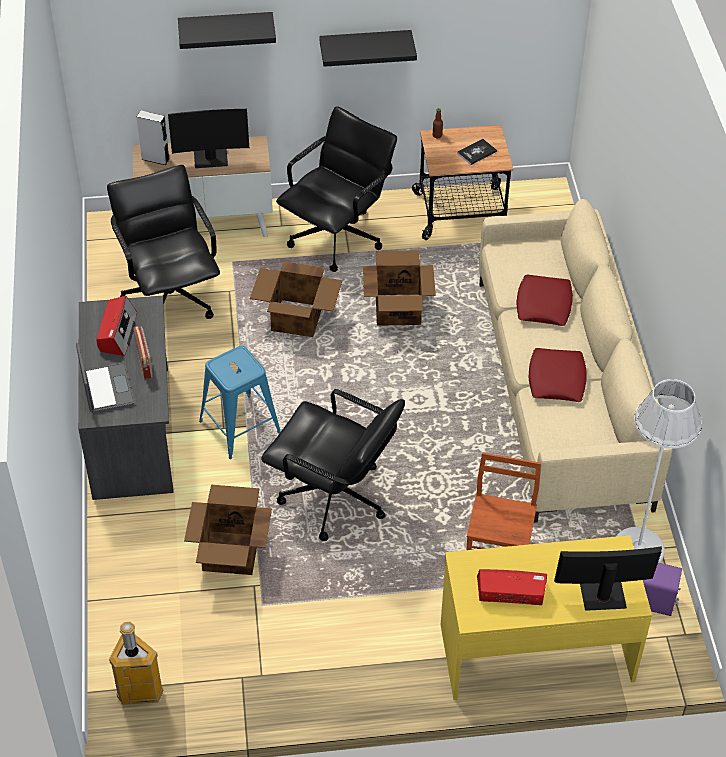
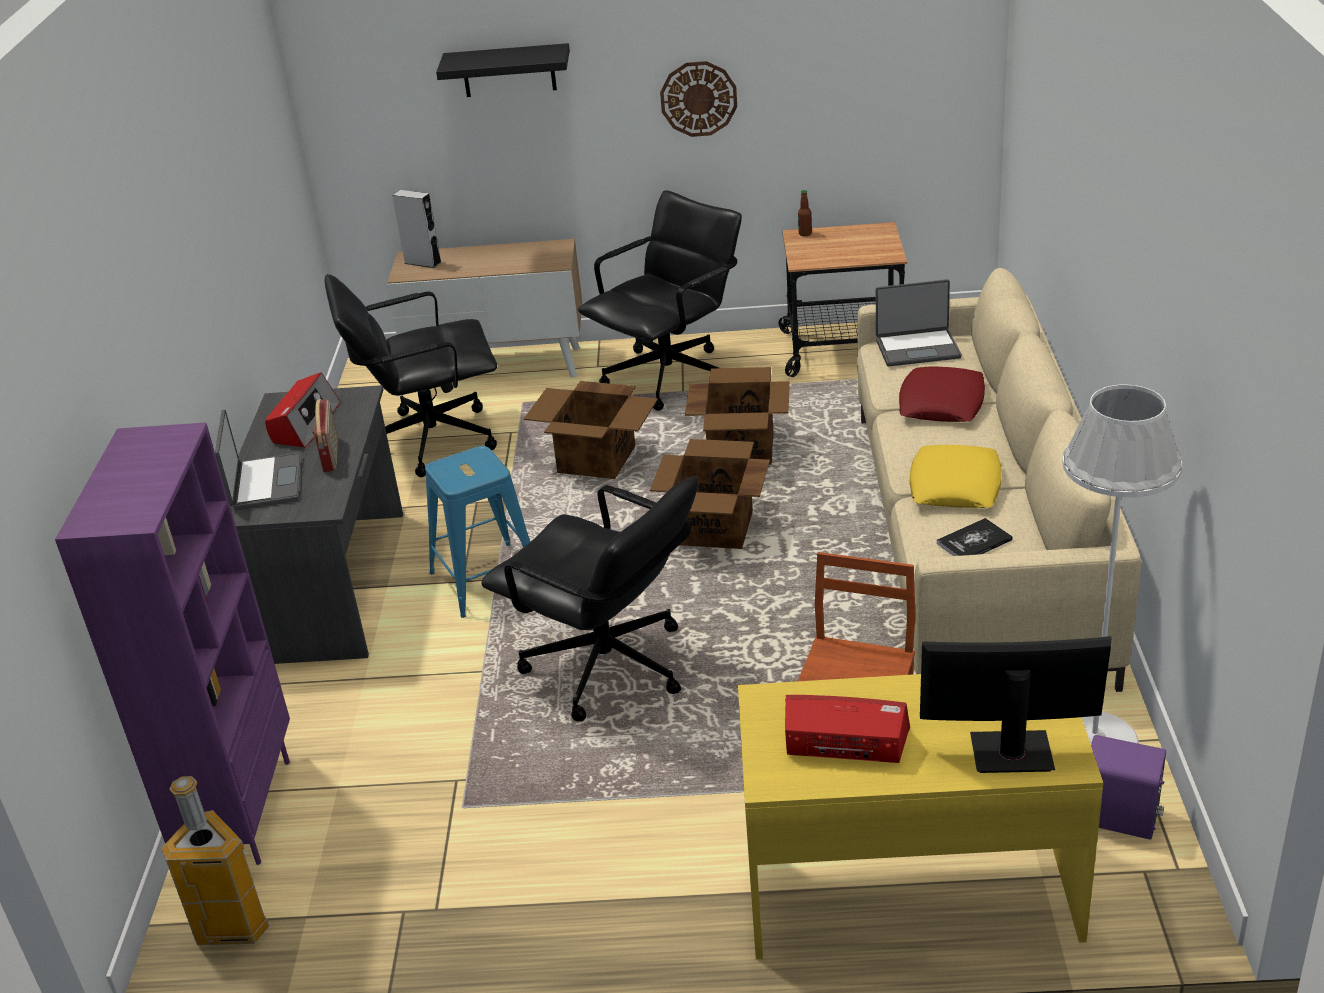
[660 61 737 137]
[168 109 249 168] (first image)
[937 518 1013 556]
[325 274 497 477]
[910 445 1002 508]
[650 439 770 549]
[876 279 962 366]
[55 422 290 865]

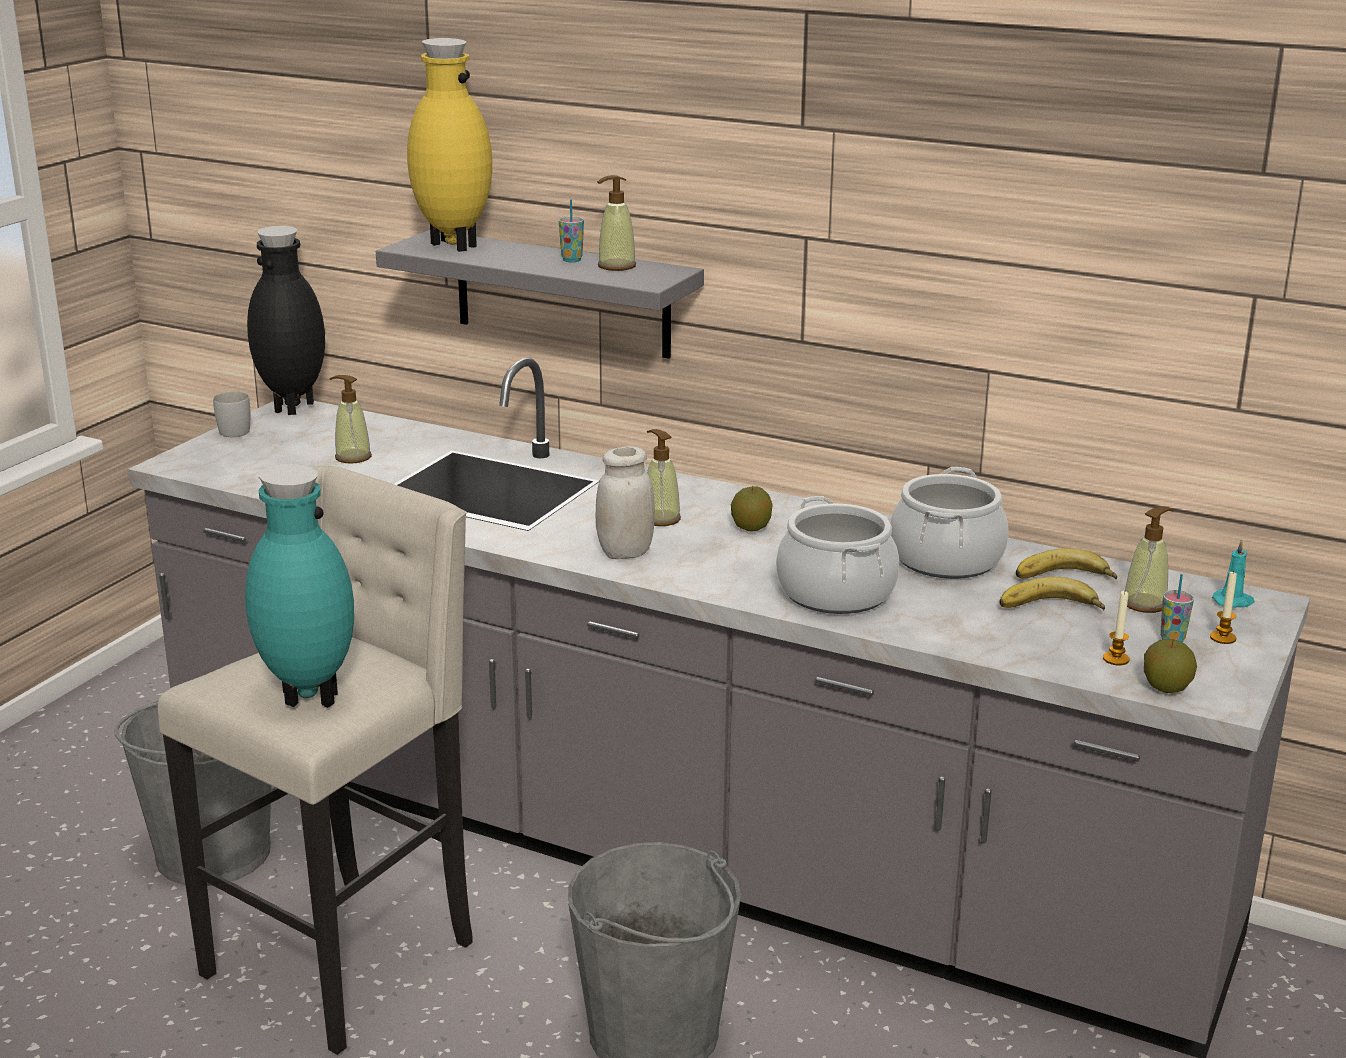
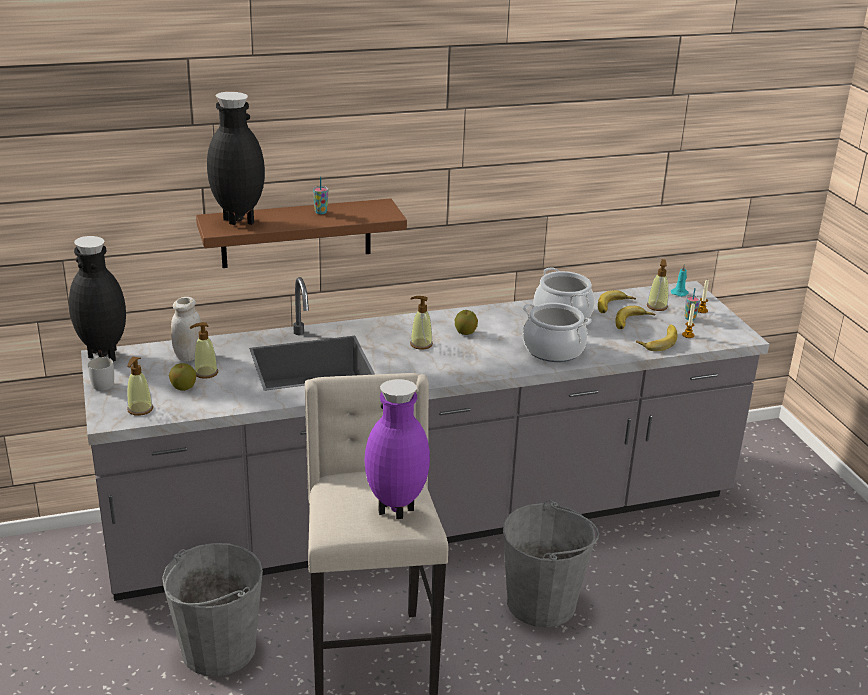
[207 92 265 225]
[127 357 153 416]
[196 199 407 268]
[171 297 201 362]
[365 379 430 519]
[169 363 196 391]
[636 325 677 351]

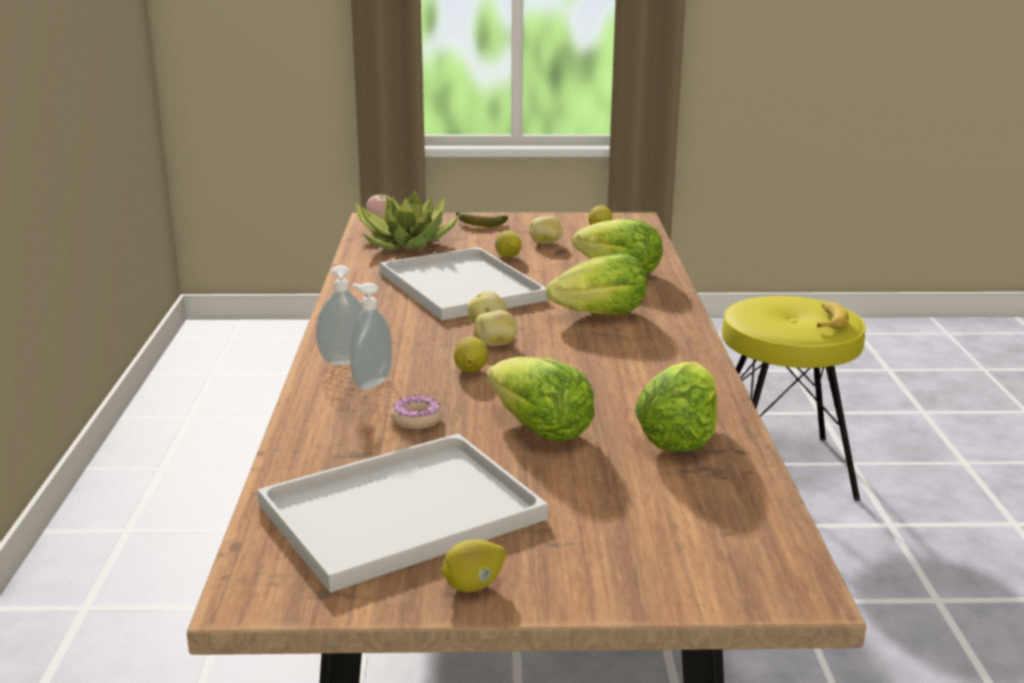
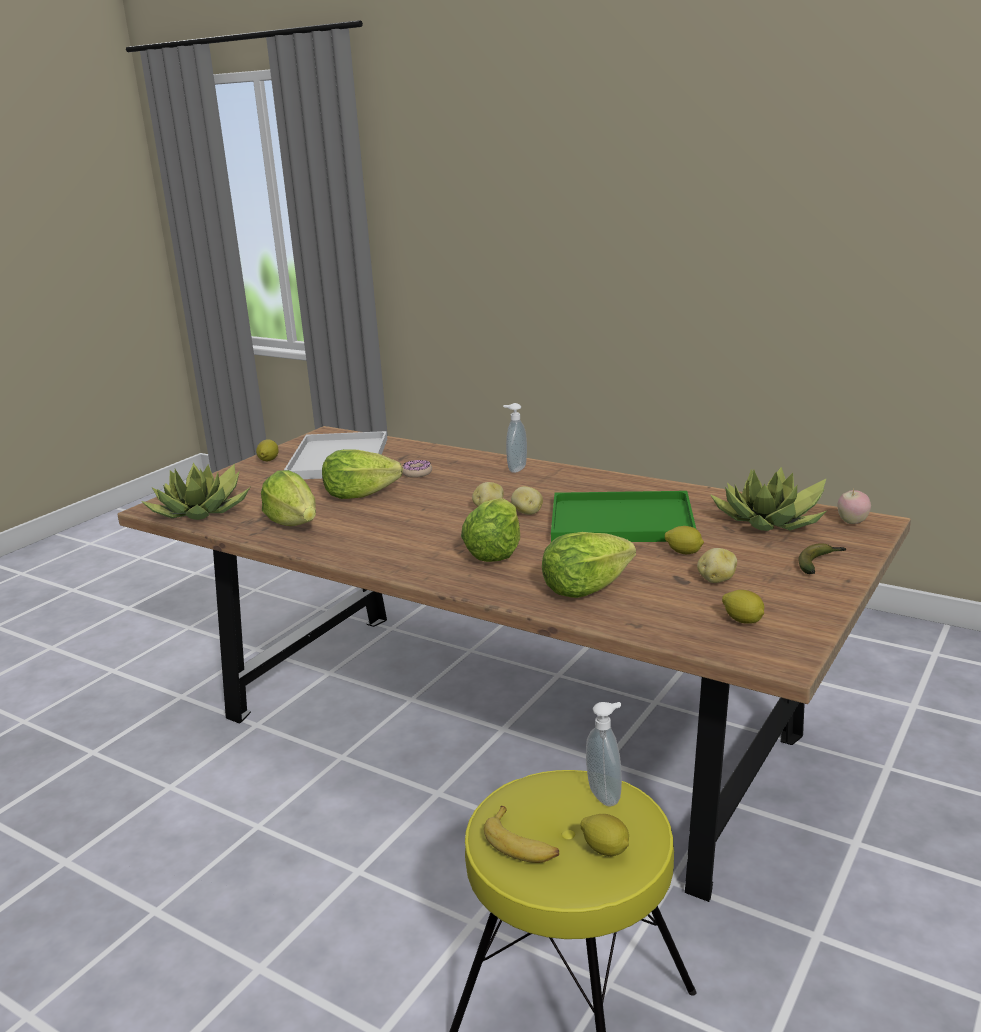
[551 491 696 542]
[586 702 622 806]
[580 814 629 856]
[141 463 250 520]

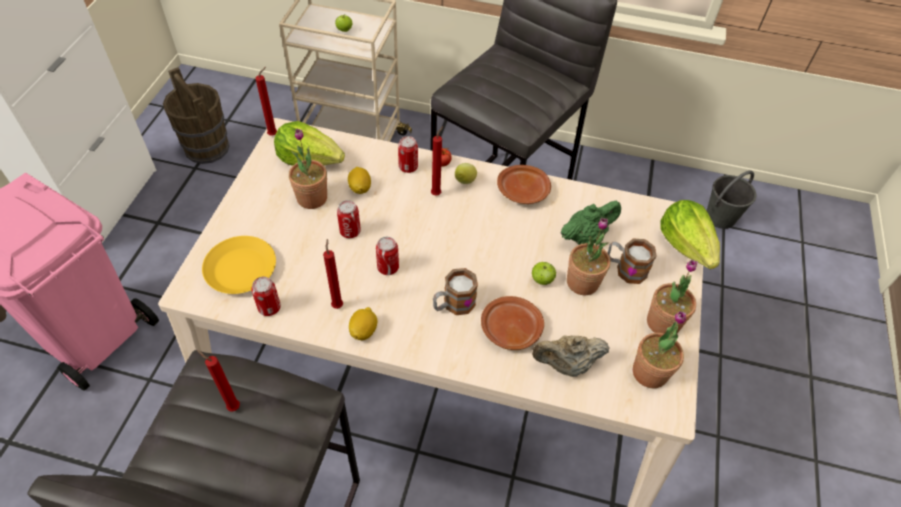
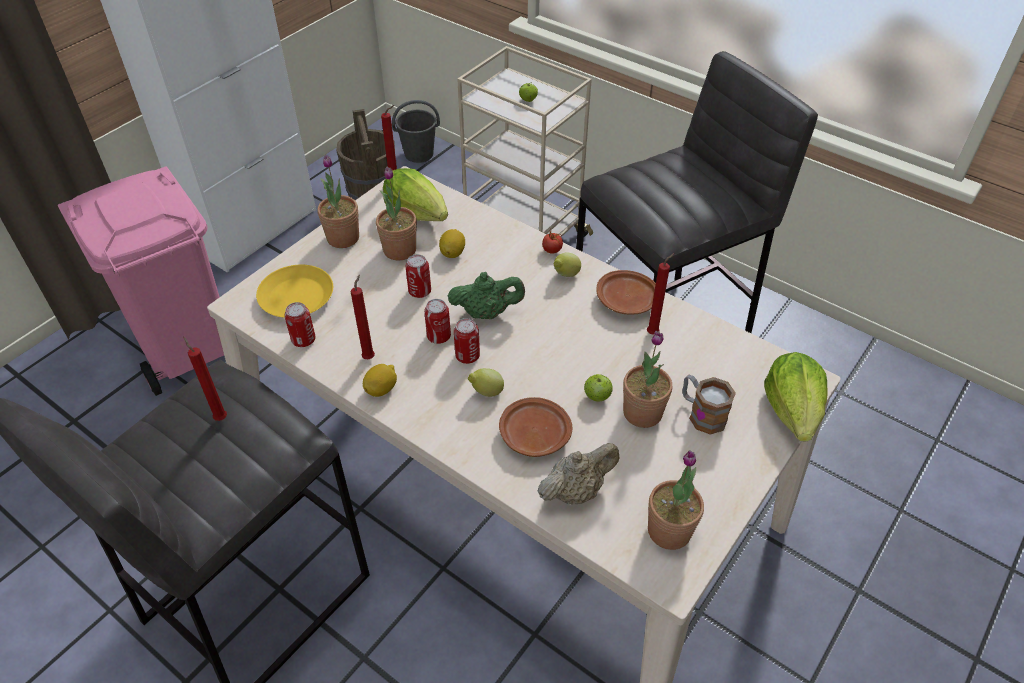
[647 253 675 335]
[454 318 480 364]
[392 100 440 163]
[447 272 525 319]
[317 155 359 248]
[468 368 504 397]
[537 443 620 505]

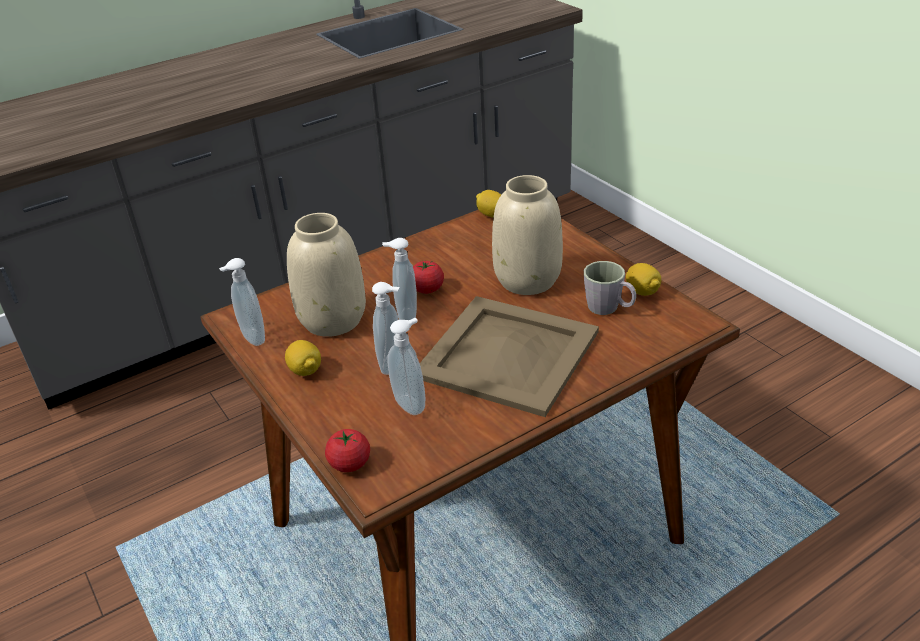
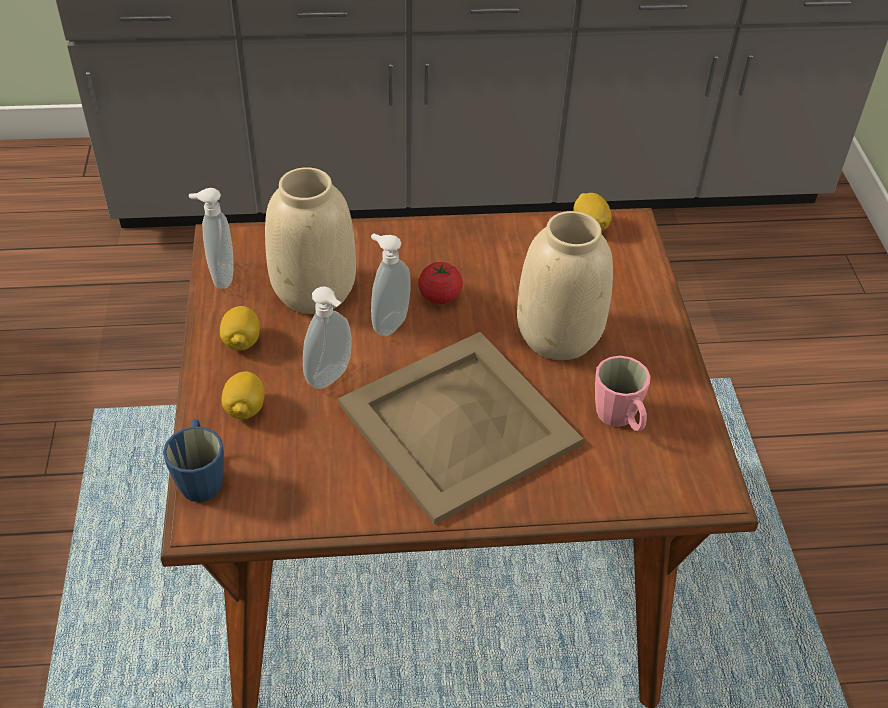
[595 356 651 431]
[222 371 264 419]
[388 318 425 415] (first image)
[163 419 224 502]

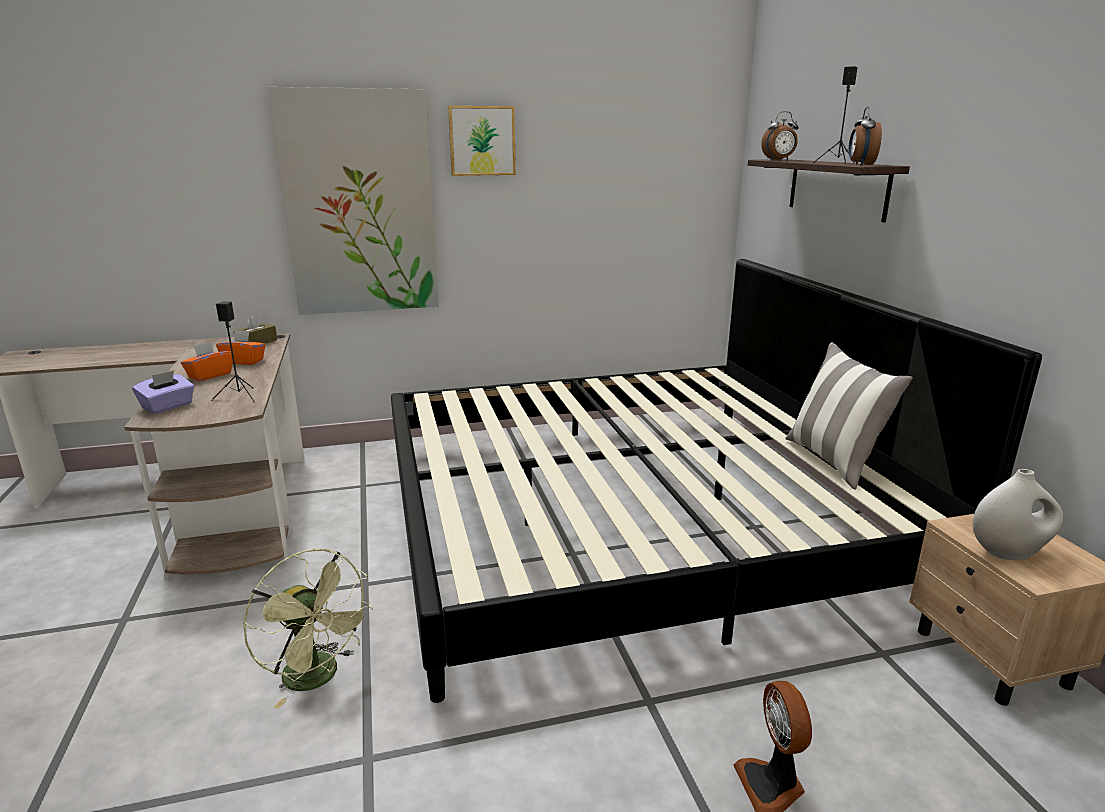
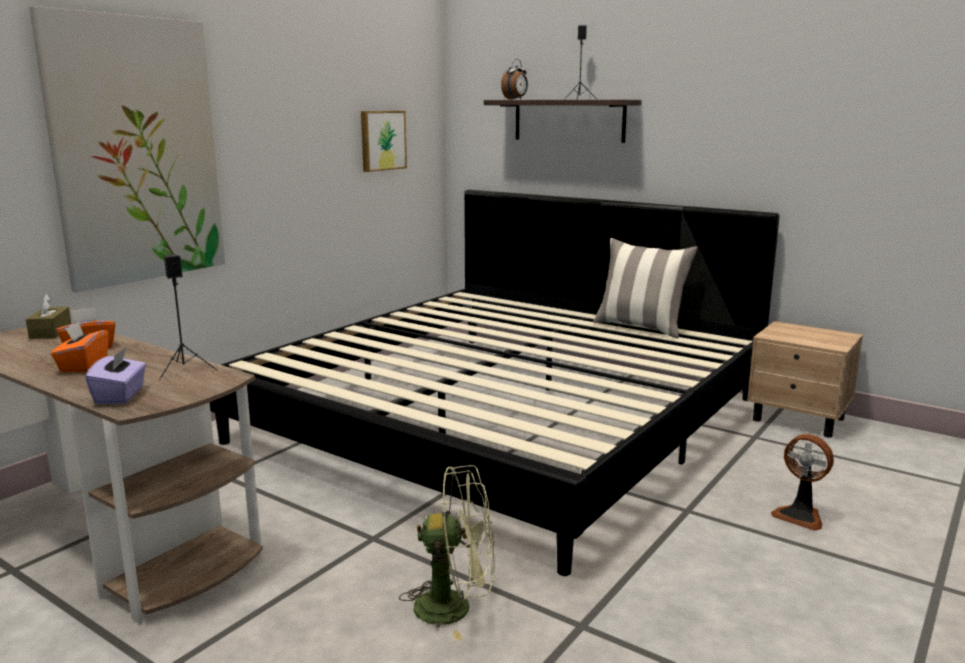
[361 111 407 172]
[848 107 882 165] (first image)
[973 469 1063 560] (first image)

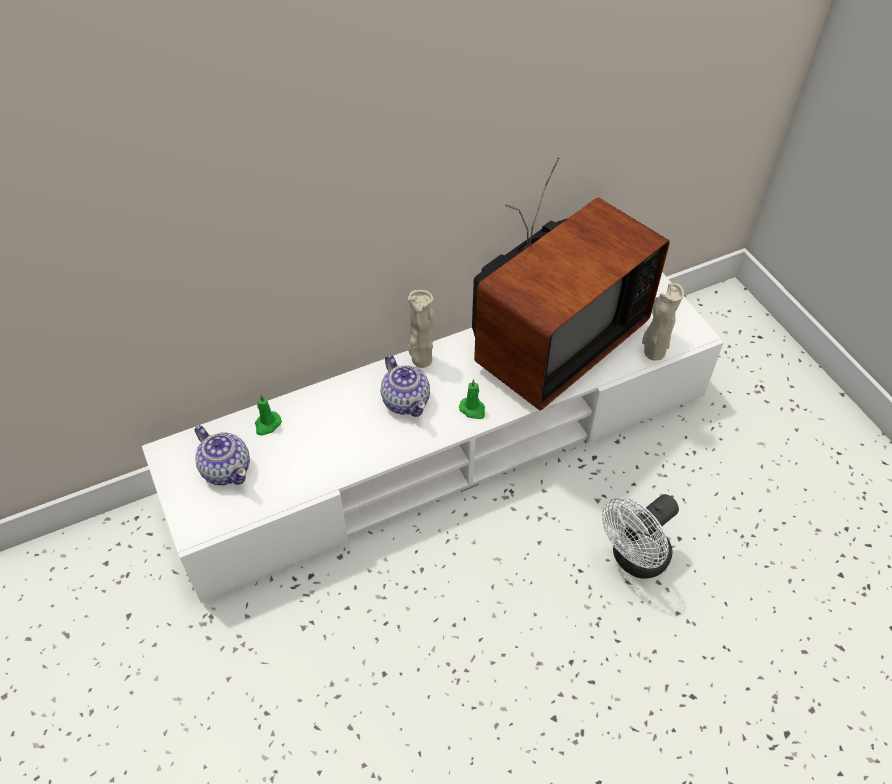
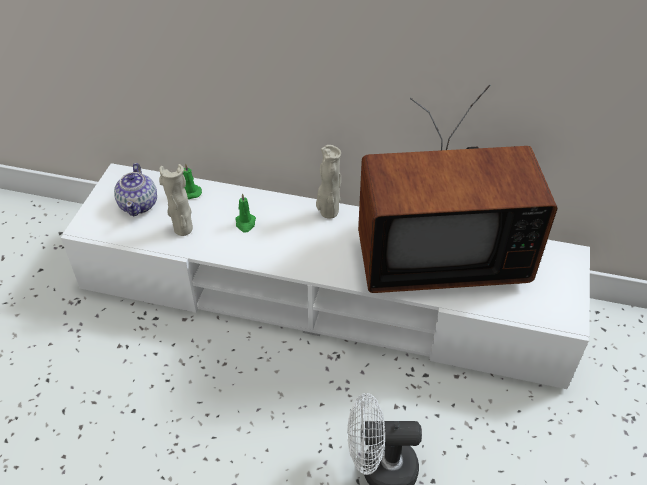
[159 164 193 236]
[381 355 430 417] (first image)
[235 193 256 233]

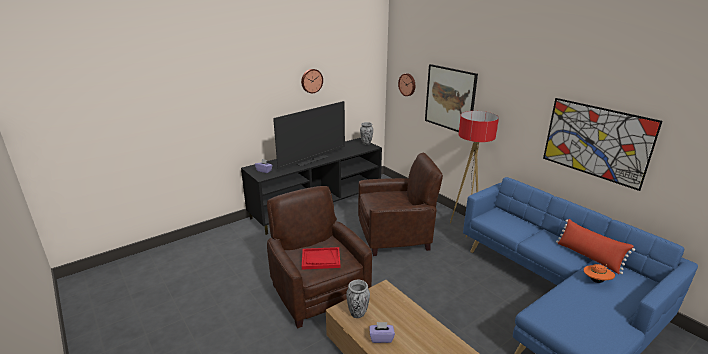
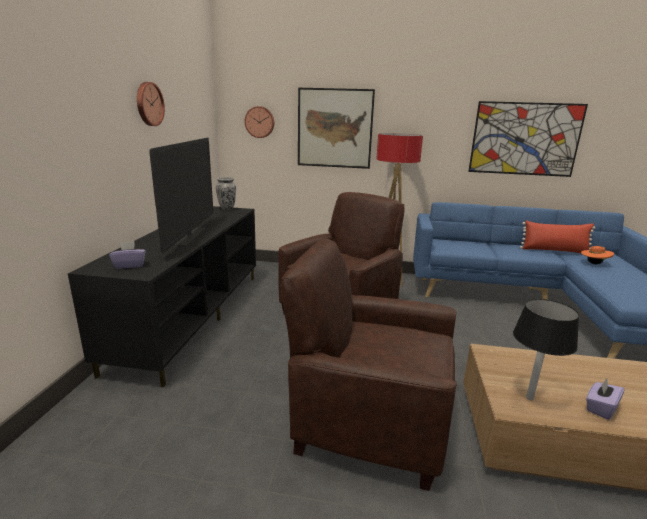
[302 247 340 270] (first image)
[513 299 579 400]

